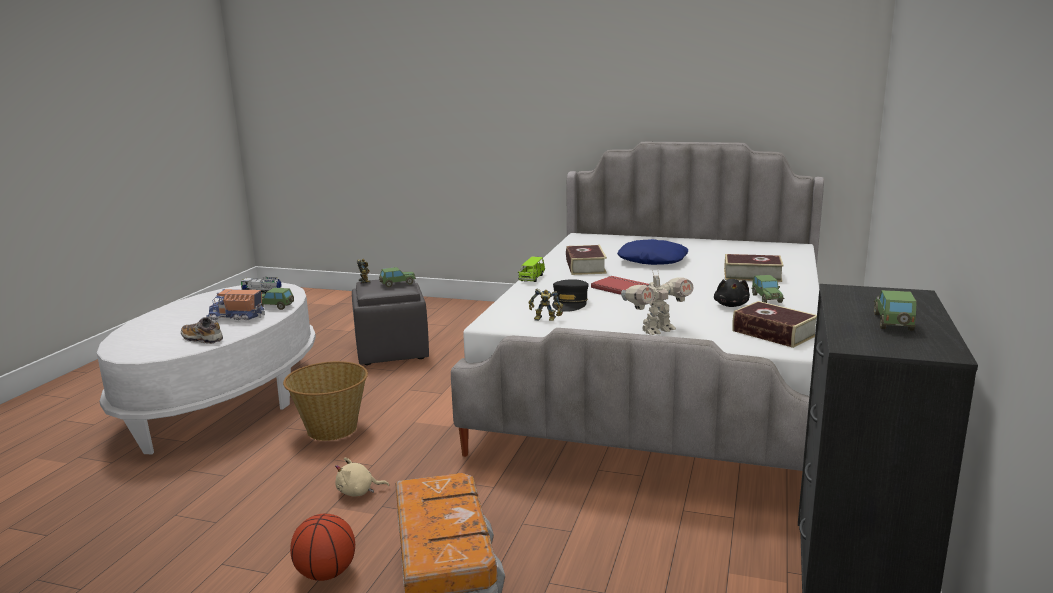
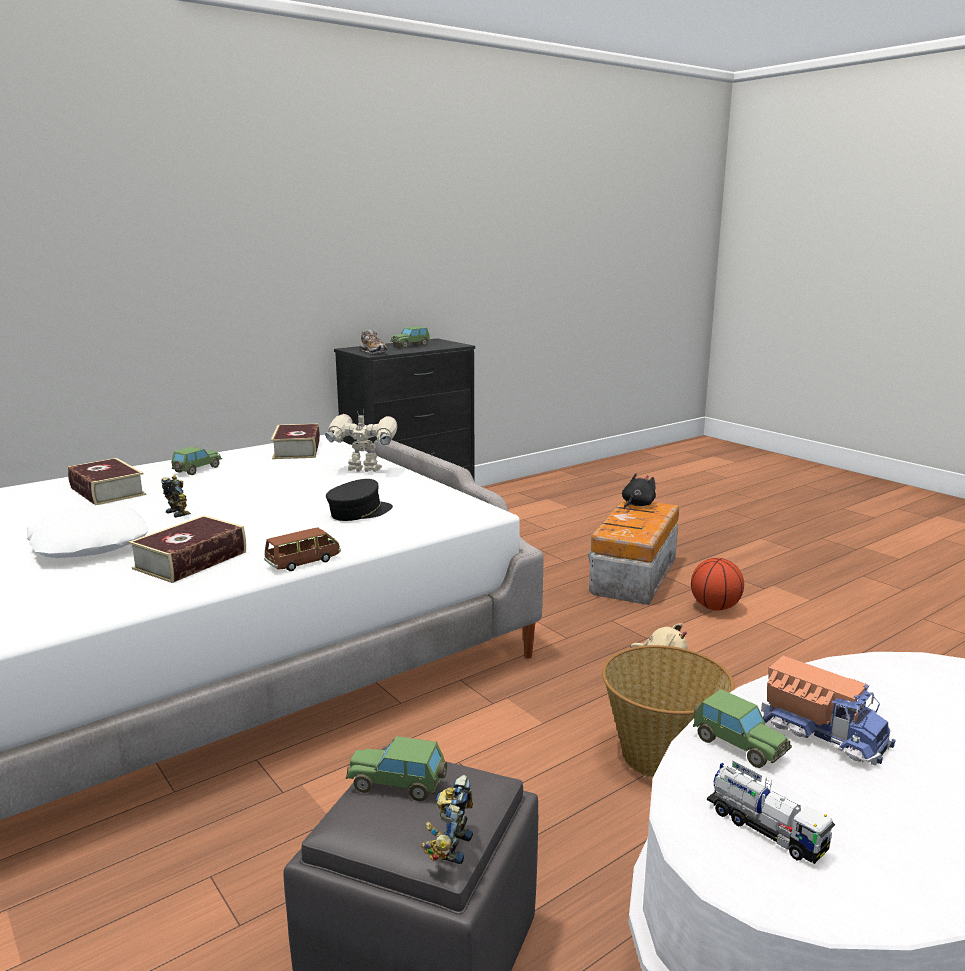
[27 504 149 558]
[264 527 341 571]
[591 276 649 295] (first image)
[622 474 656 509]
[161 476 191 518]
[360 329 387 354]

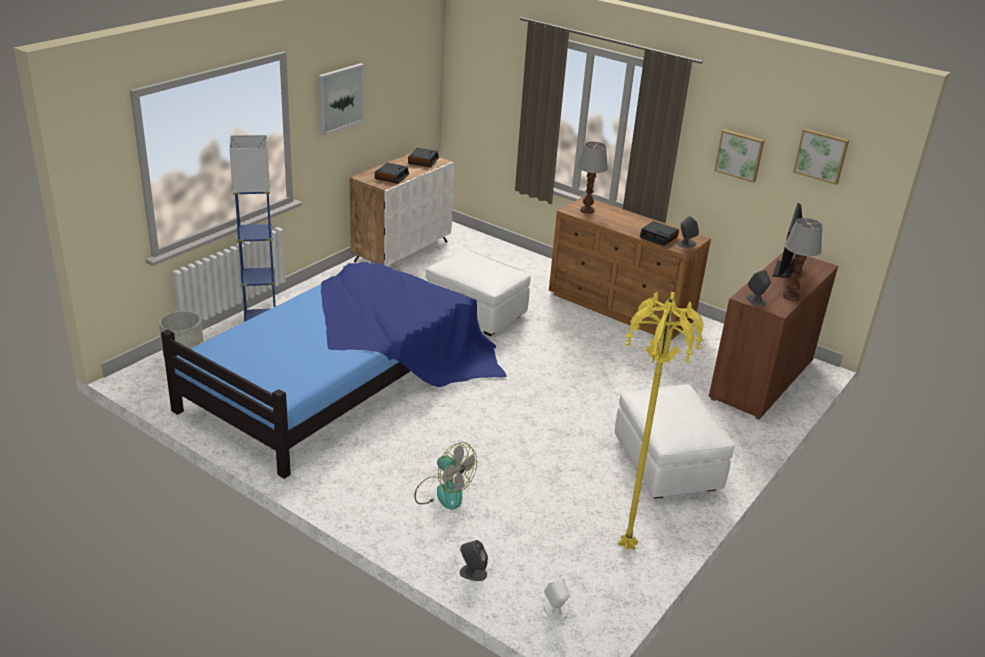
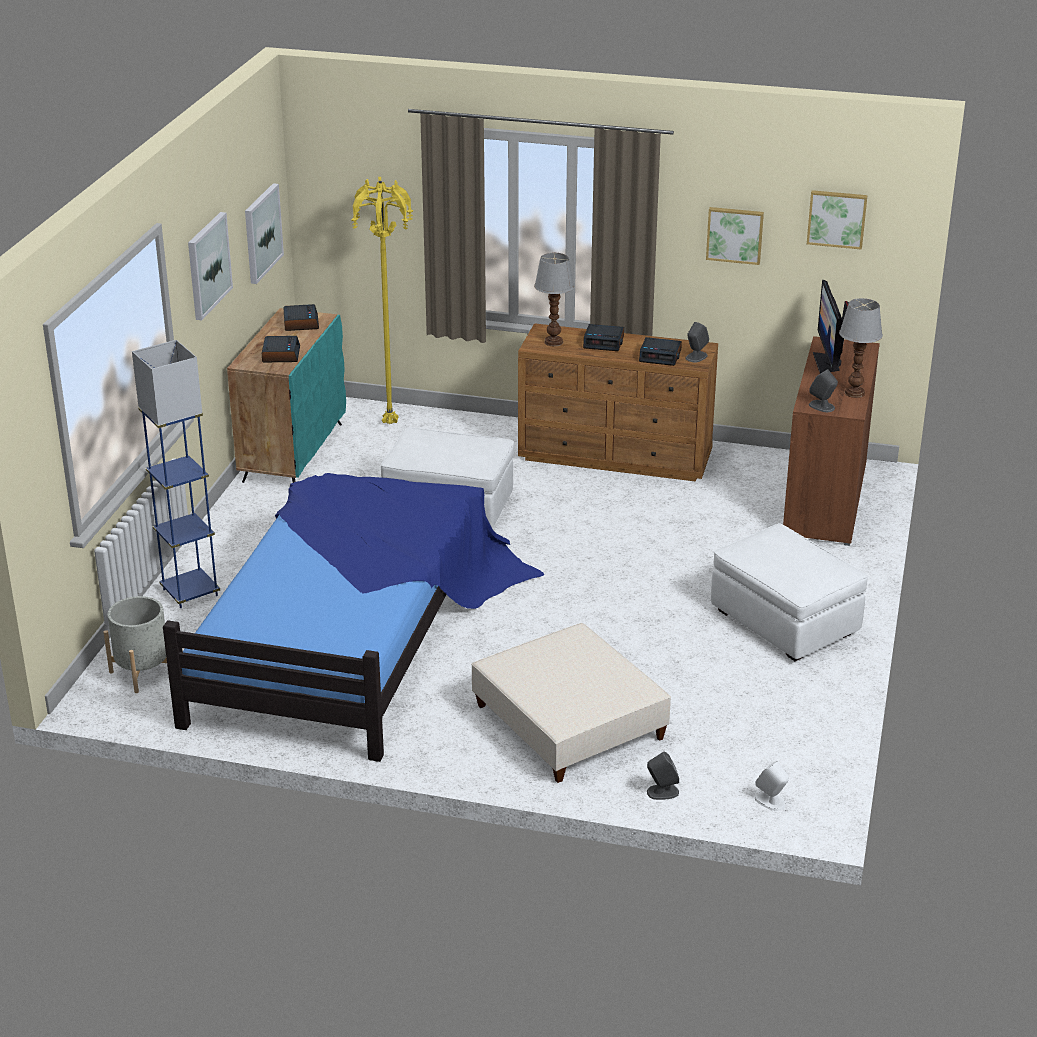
[227 308 346 483]
[351 177 413 424]
[471 623 671 783]
[245 183 284 284]
[583 324 624 351]

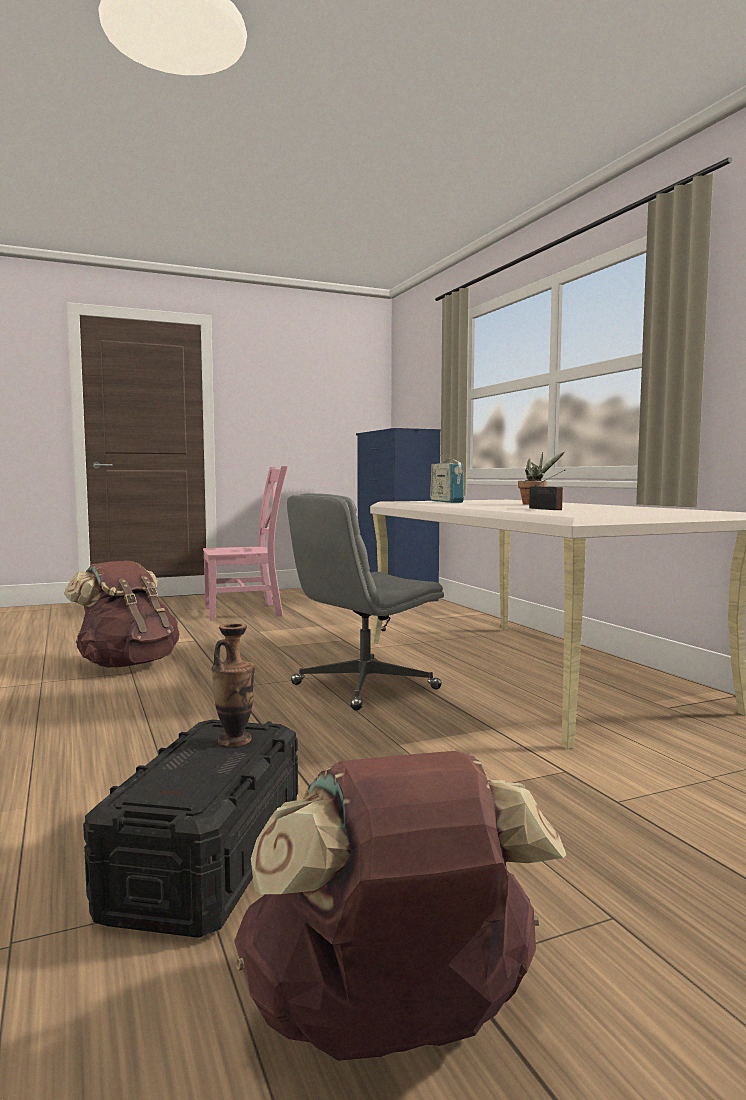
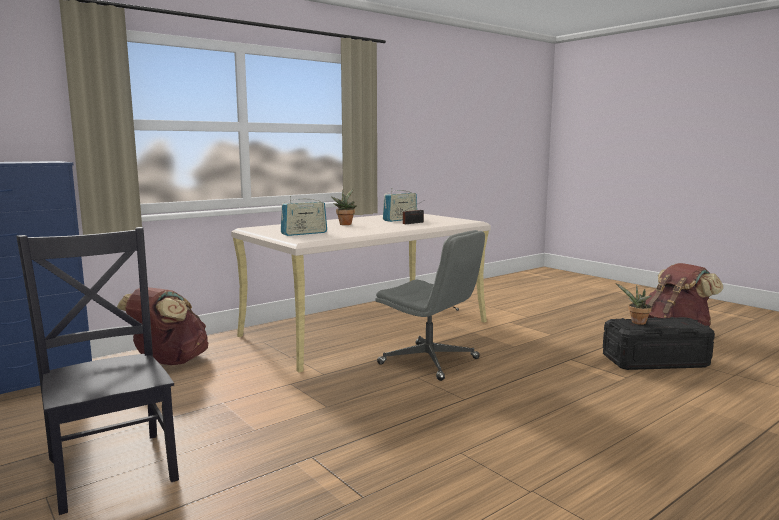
[16 227 179 515]
[117 287 208 365]
[616 283 652 325]
[383 188 417 222]

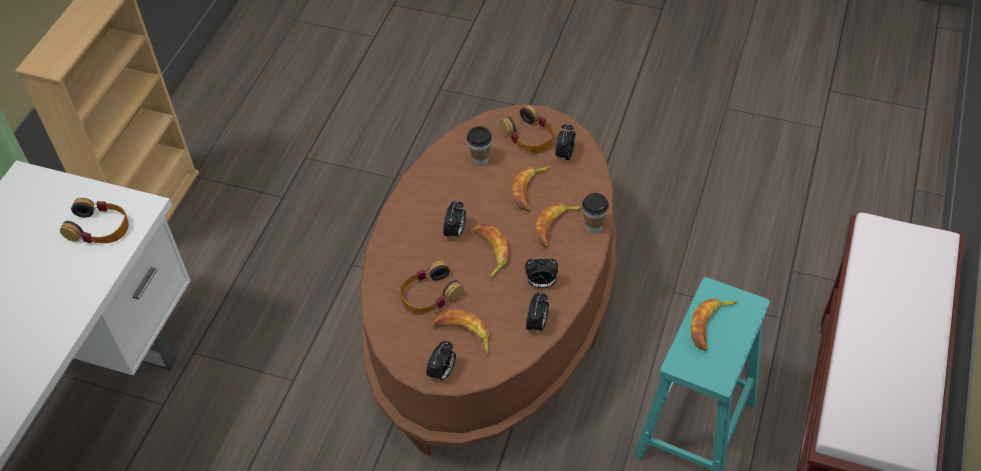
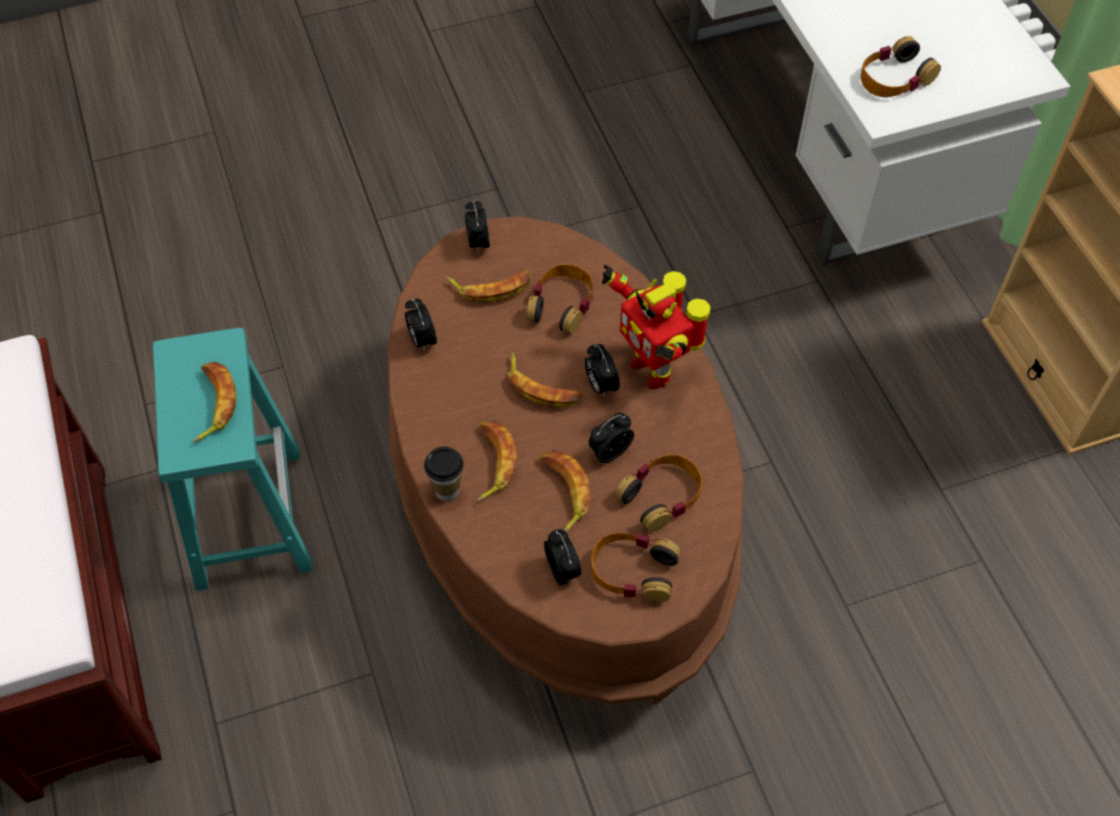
[615 455 702 532]
[588 413 634 463]
[602 264 710 389]

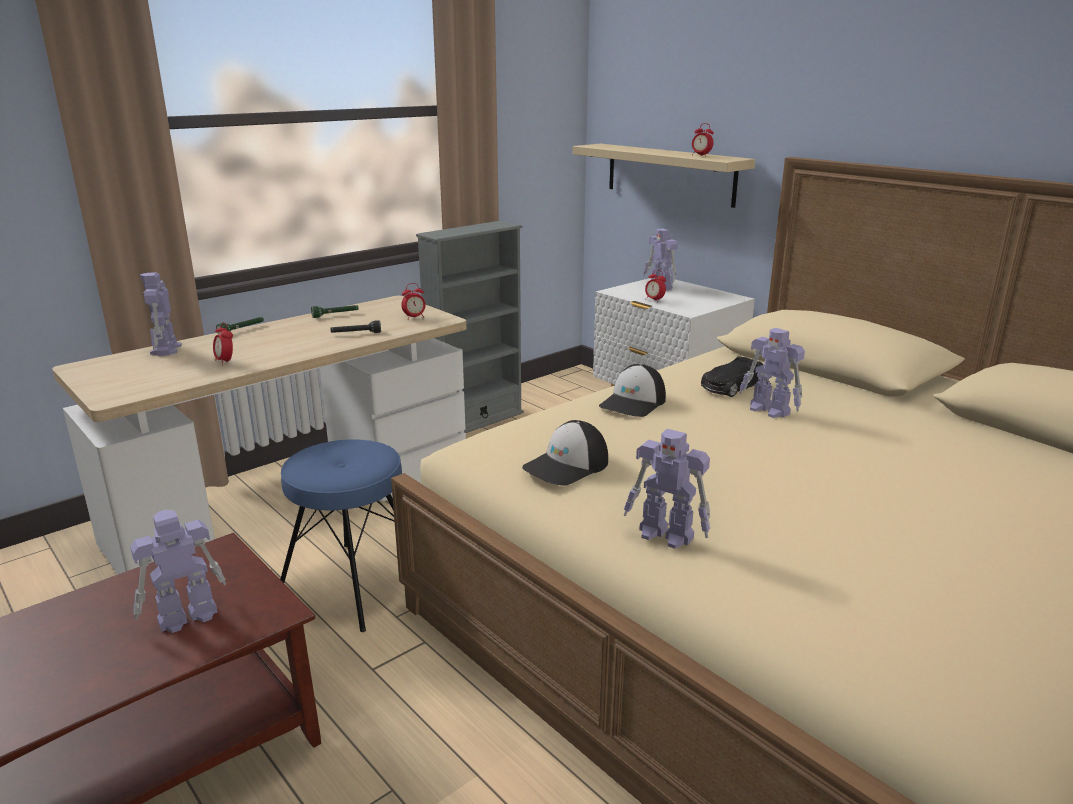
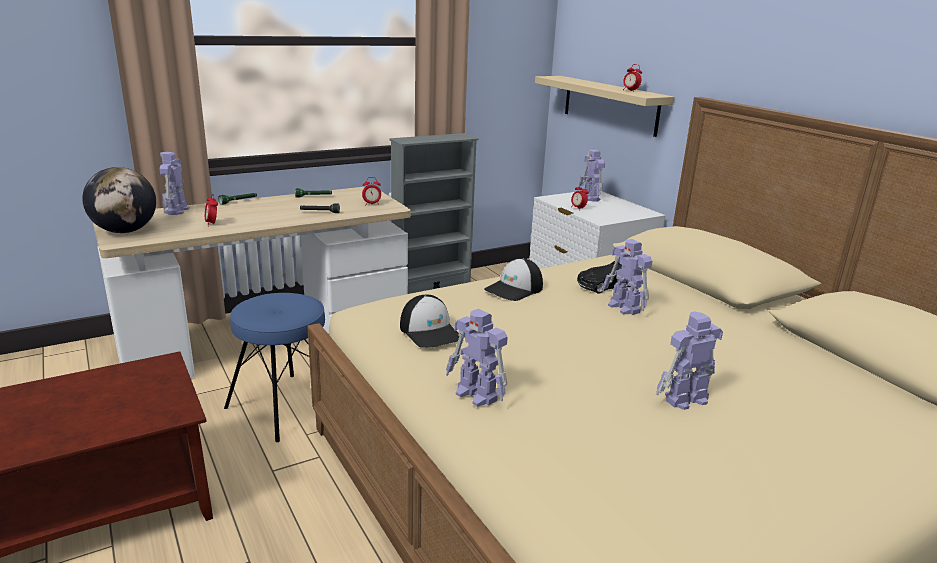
[400 295 459 348]
[656 311 723 410]
[82 167 156 233]

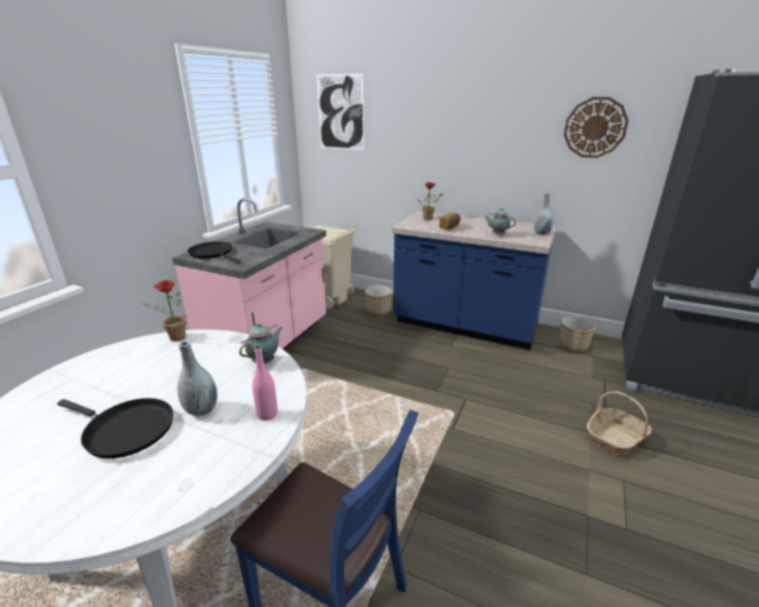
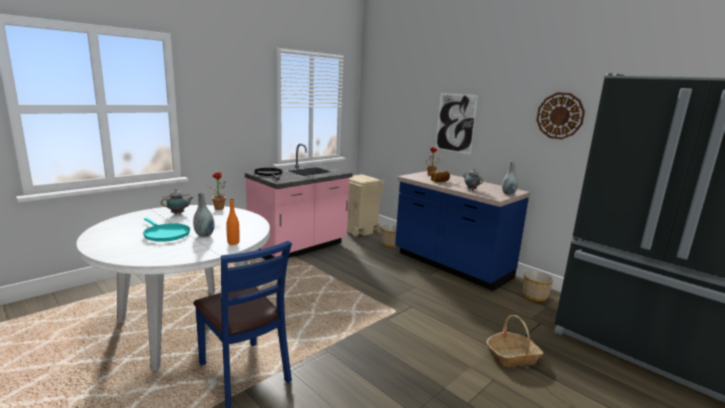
[435 93 478 155]
[161 189 194 214]
[226 198 240 245]
[143 218 190 242]

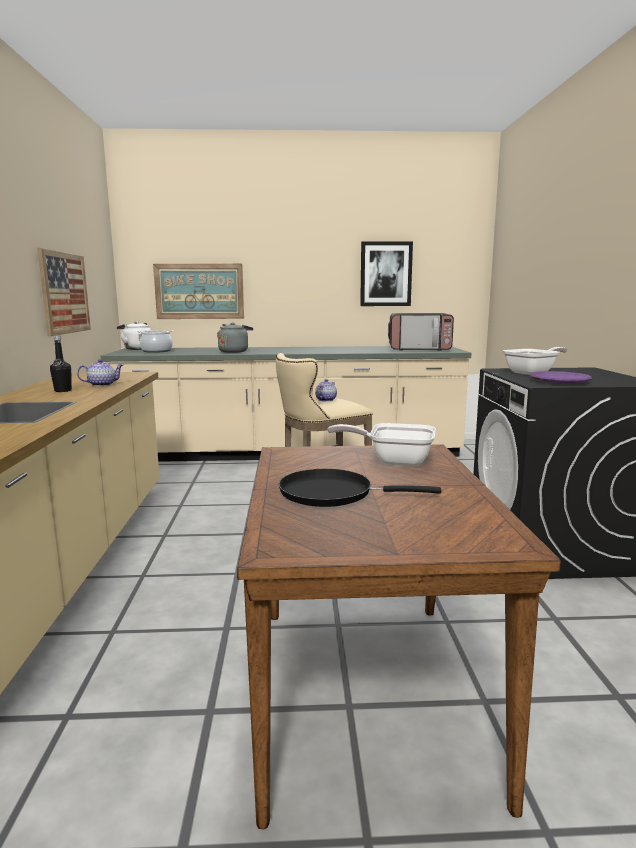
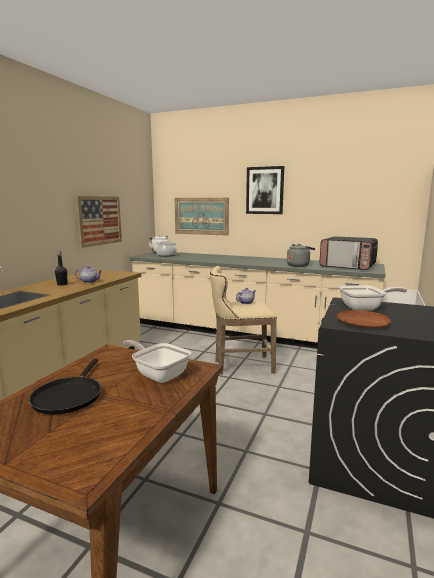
[246 166 284 214]
[287 244 315 267]
[337 310 392 328]
[29 359 101 415]

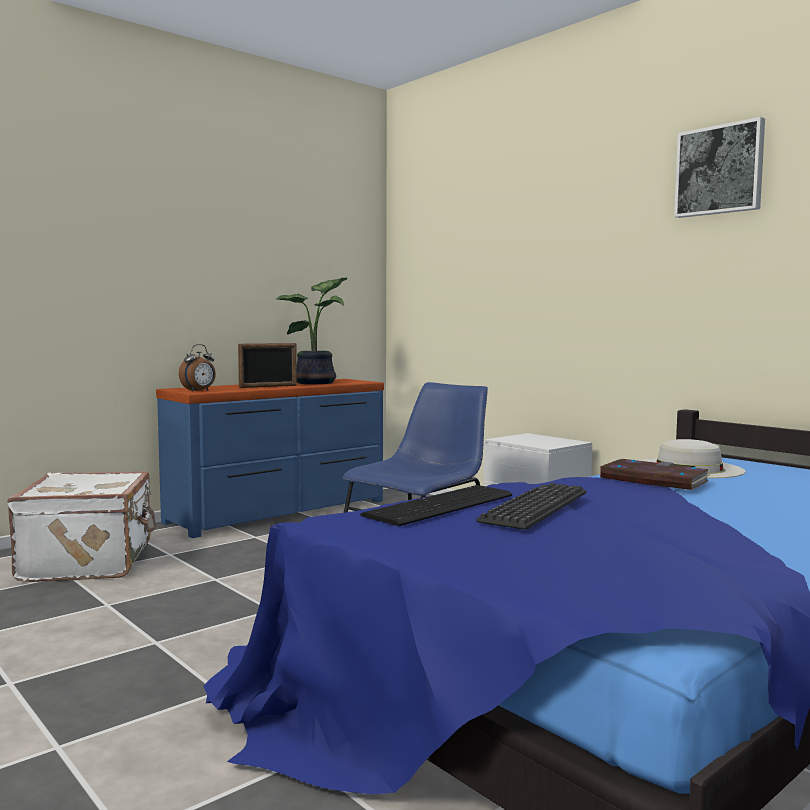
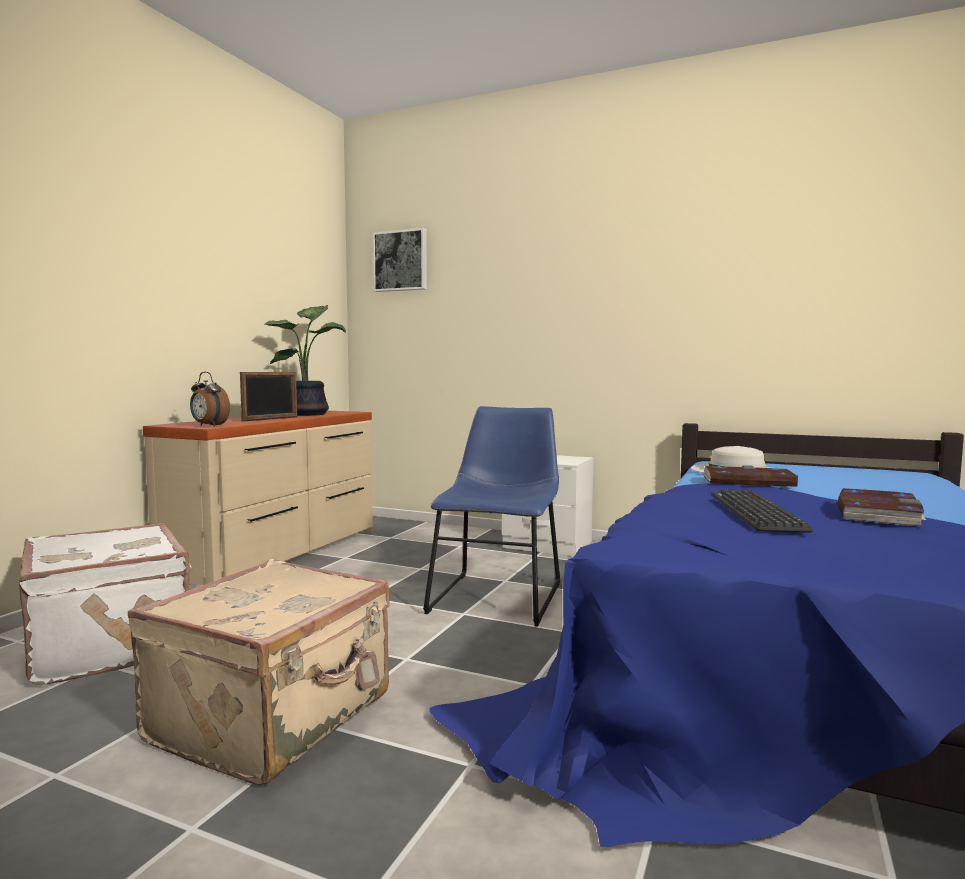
[373 228 427 292]
[190 372 230 427]
[143 411 373 585]
[361 485 512 526] (first image)
[838 488 926 527]
[128 559 390 786]

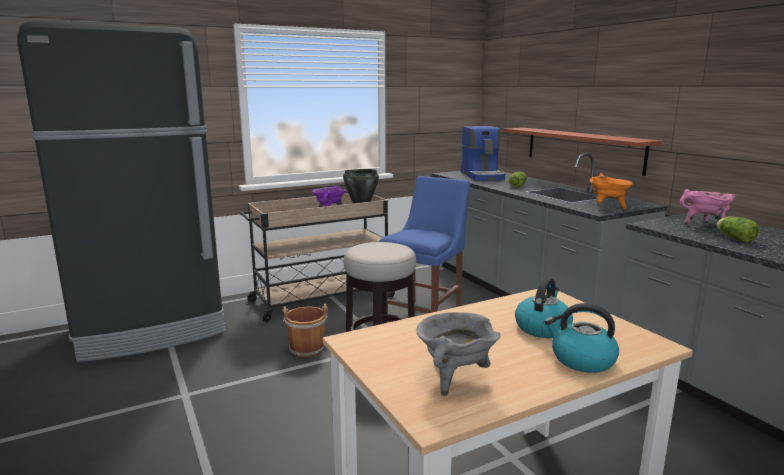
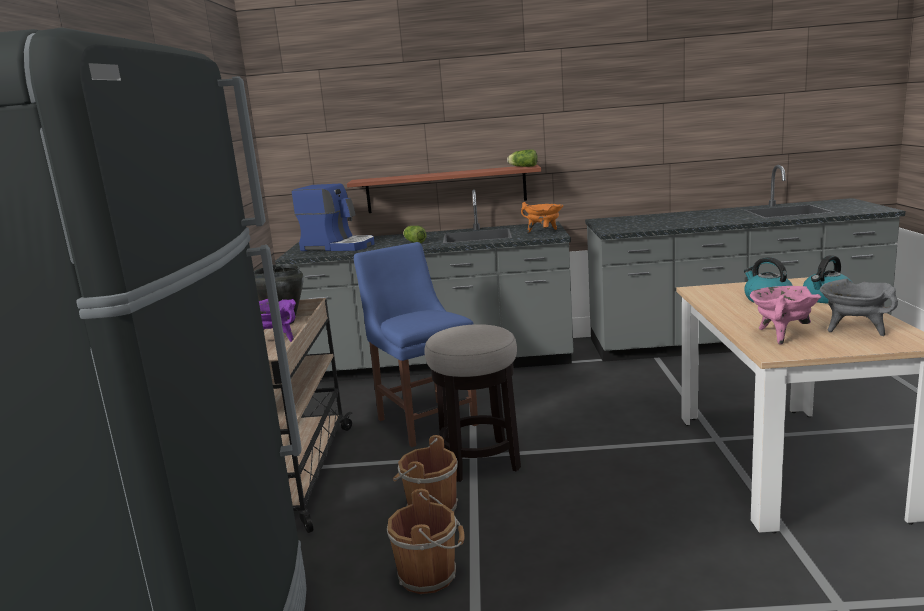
[750 286 821 345]
[507 149 538 167]
[387 489 465 594]

